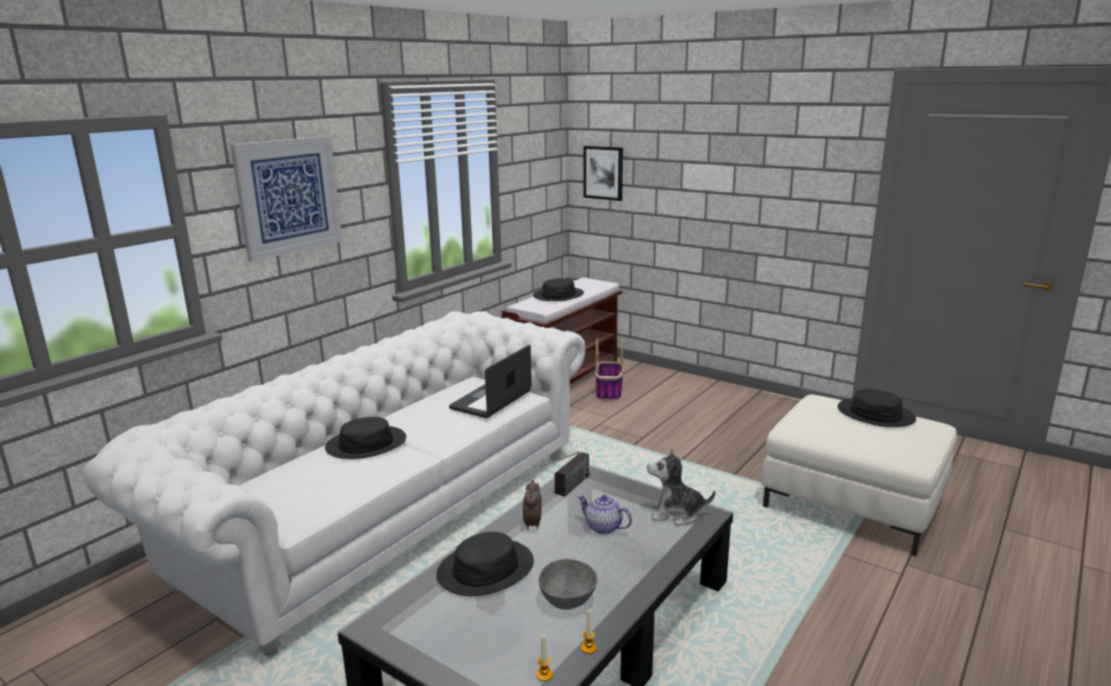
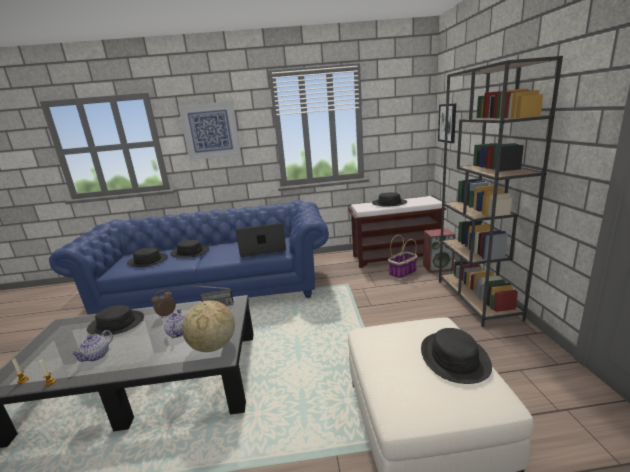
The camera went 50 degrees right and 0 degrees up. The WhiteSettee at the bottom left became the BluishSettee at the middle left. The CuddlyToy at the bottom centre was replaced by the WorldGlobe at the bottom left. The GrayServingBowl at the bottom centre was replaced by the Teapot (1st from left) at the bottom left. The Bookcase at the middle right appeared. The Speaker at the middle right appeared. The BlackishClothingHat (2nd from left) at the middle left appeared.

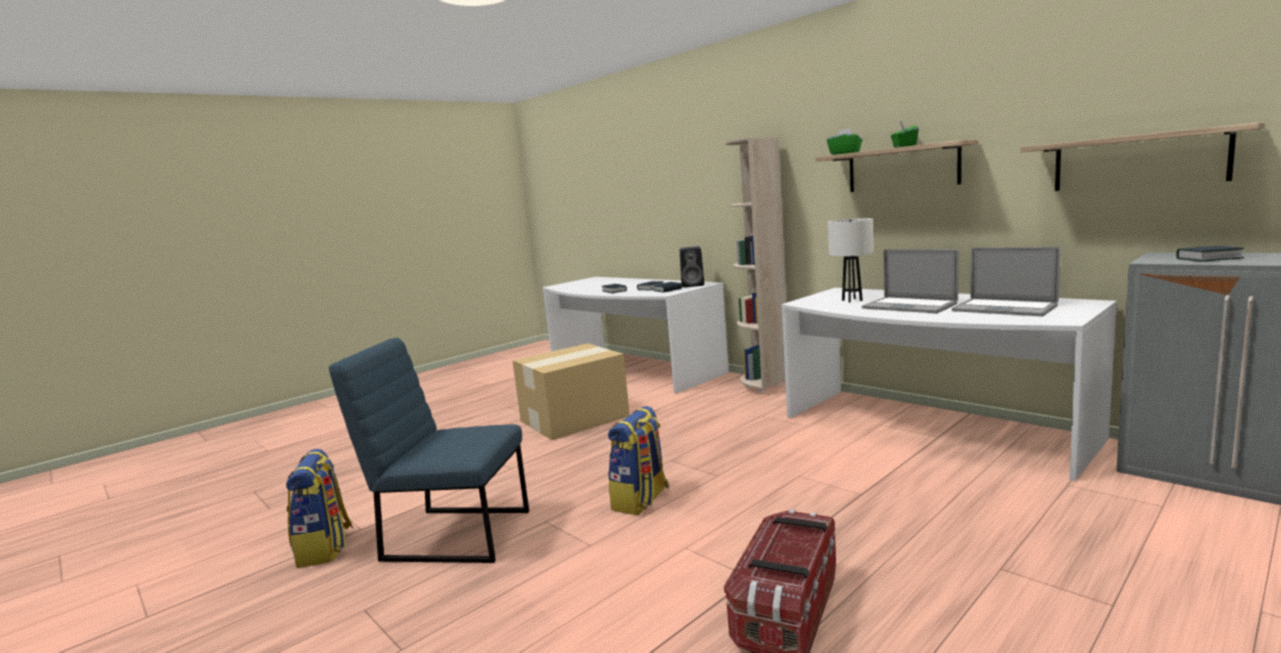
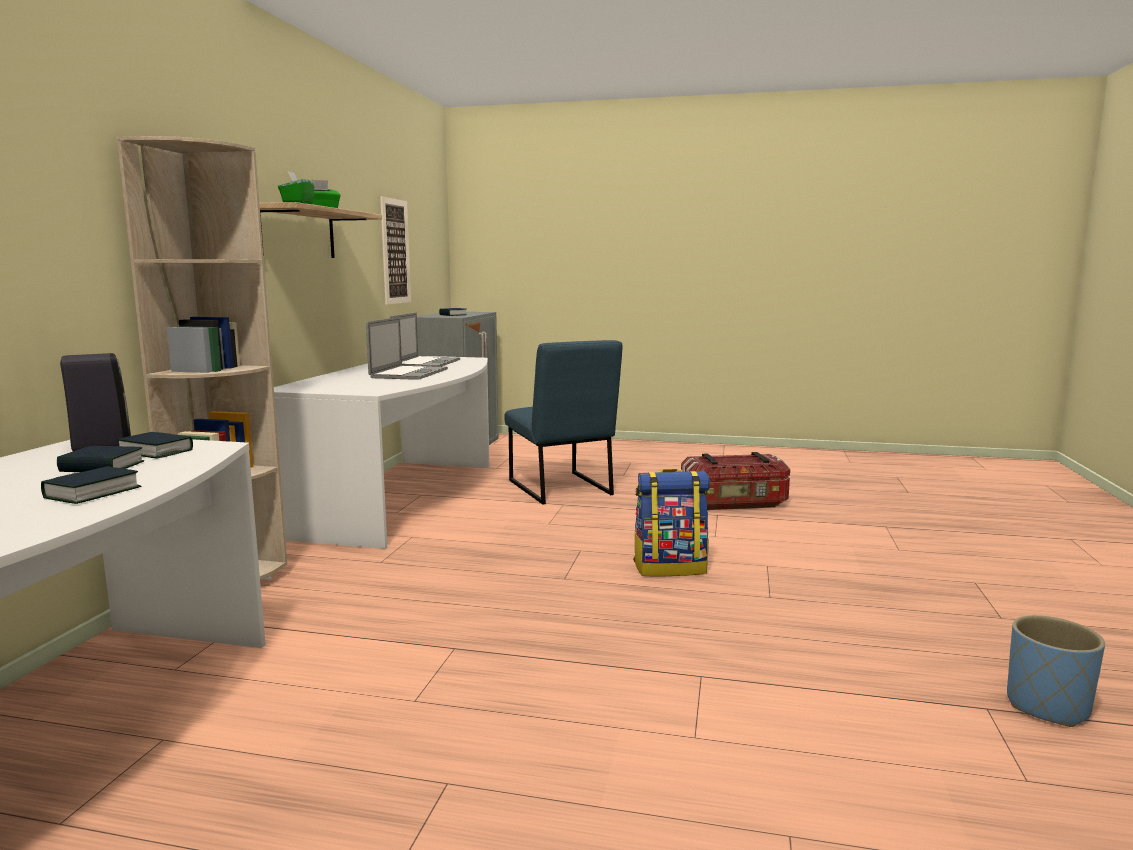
The camera went 125 degrees left and 0 degrees up. The WallShelf (2nd from left) at the top right was replaced by the WallPicture at the top centre. The WhiteLampForATable at the centre disappeared. The BluishPlainChair moved from the bottom centre to the centre. The CardboardBox at the centre disappeared. The Backpack (1st from left) at the bottom left was replaced by the BluishFlowerPot at the bottom right.

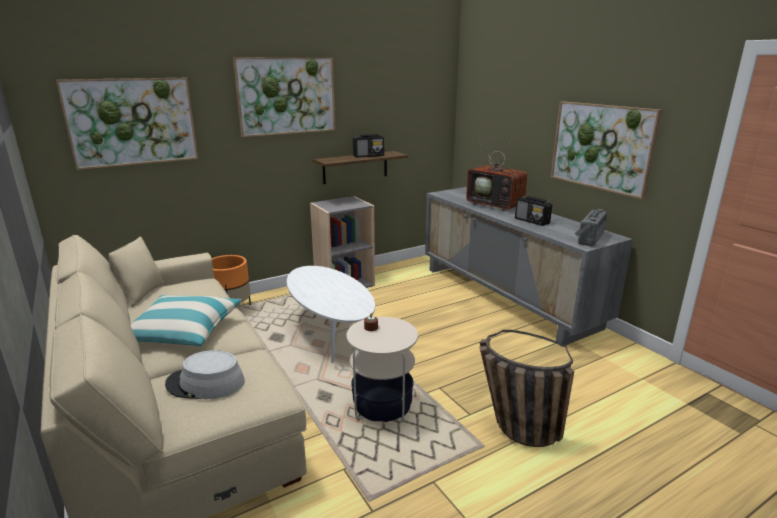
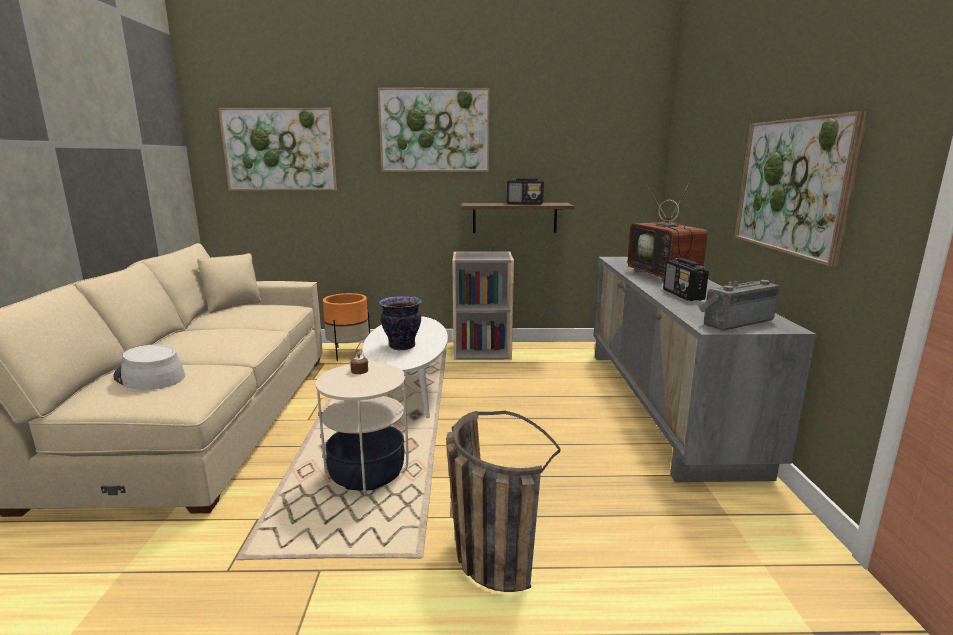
The camera went 30 degrees right and 5 degrees down. The Cushion at the middle left disappeared. The Vase at the centre appeared.

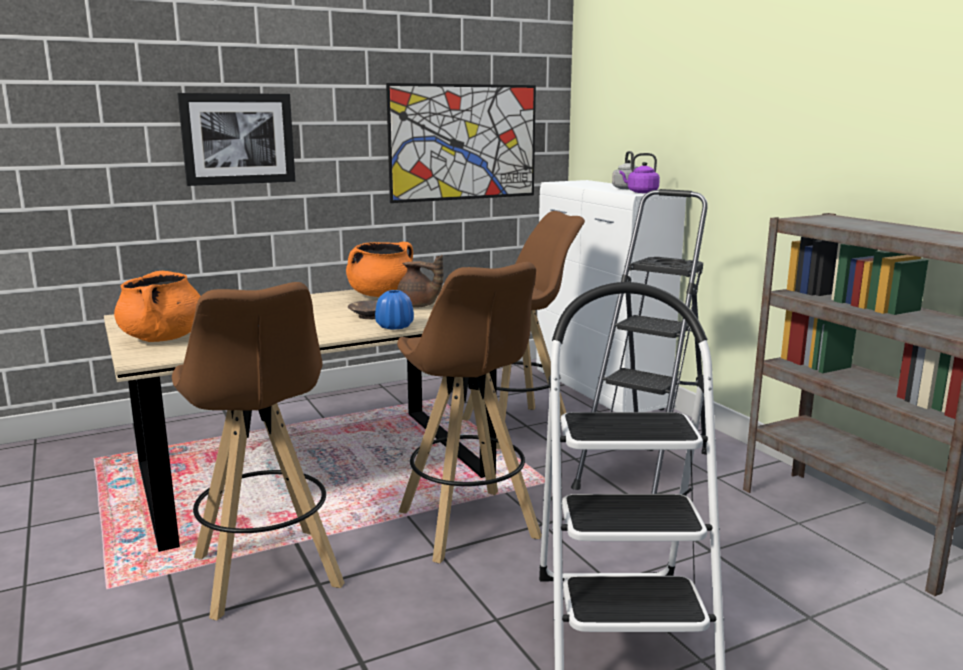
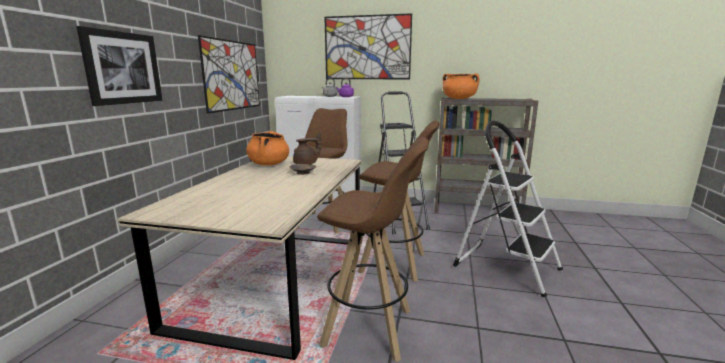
The camera went 50 degrees left and 0 degrees up. The OrangeColouredStockpot (1st from left in the first image) moved from the middle left to the top centre. The BluishVase at the centre disappeared. The WallPicture (3rd from left) at the top centre appeared.

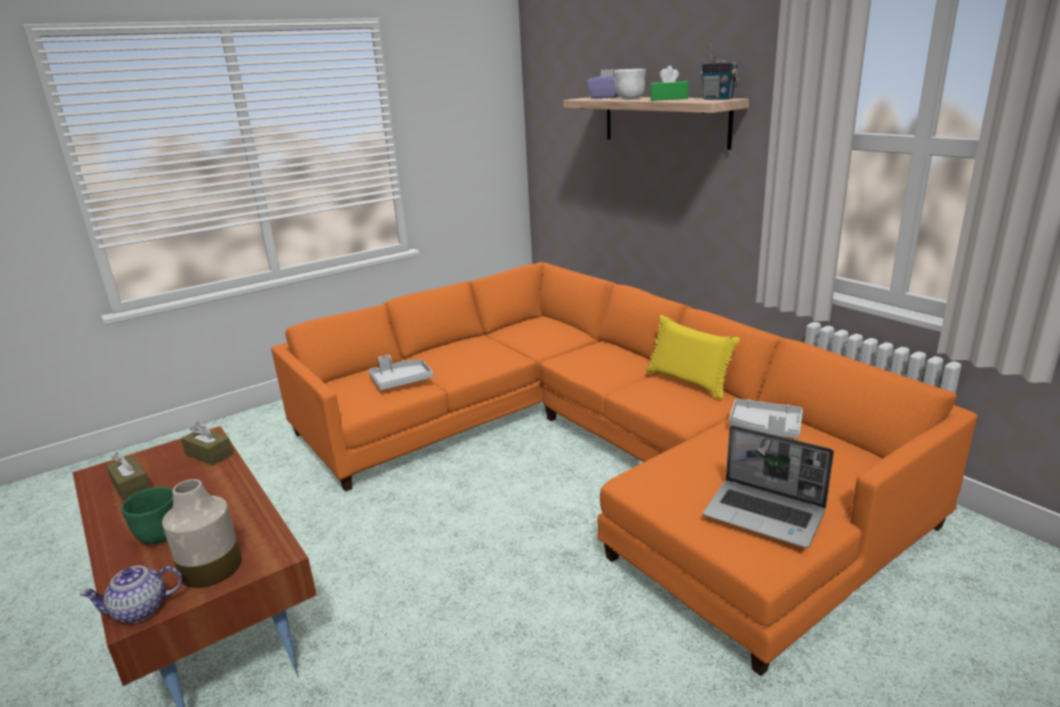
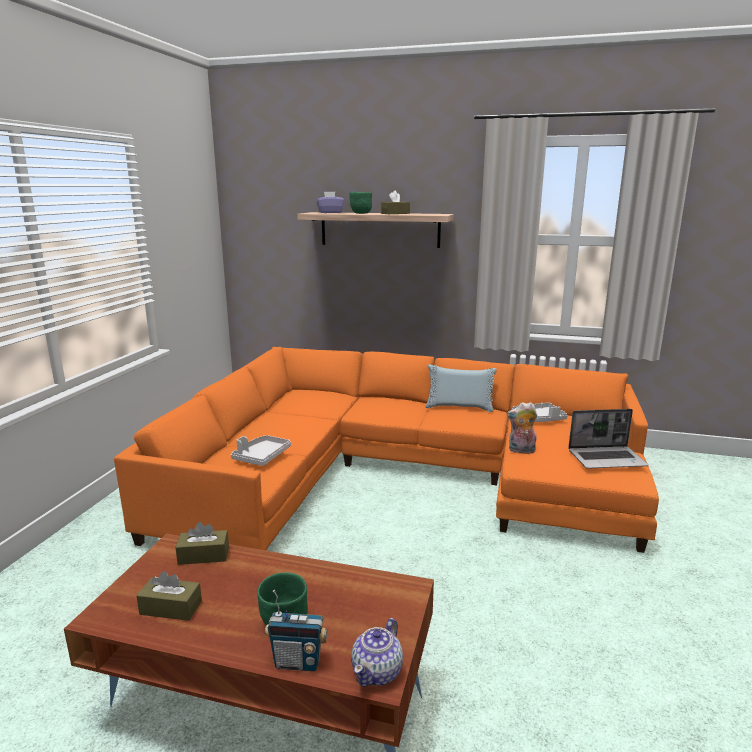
The camera went 40 degrees left and 5 degrees down. The Radio moved from the top right to the bottom centre. The GreenColouredBoxOfTissues at the top centre became the BrownishBoxOfTissues (3rd from left) at the top centre. The WhiteServingBowl at the top centre became the GreenColouredServingBowl (2nd from left) at the top centre. The YellowColouredCushion at the centre became the BluishCushion at the centre. The BeigeColouredVase at the bottom left disappeared. The CuddlyToy at the middle right appeared.

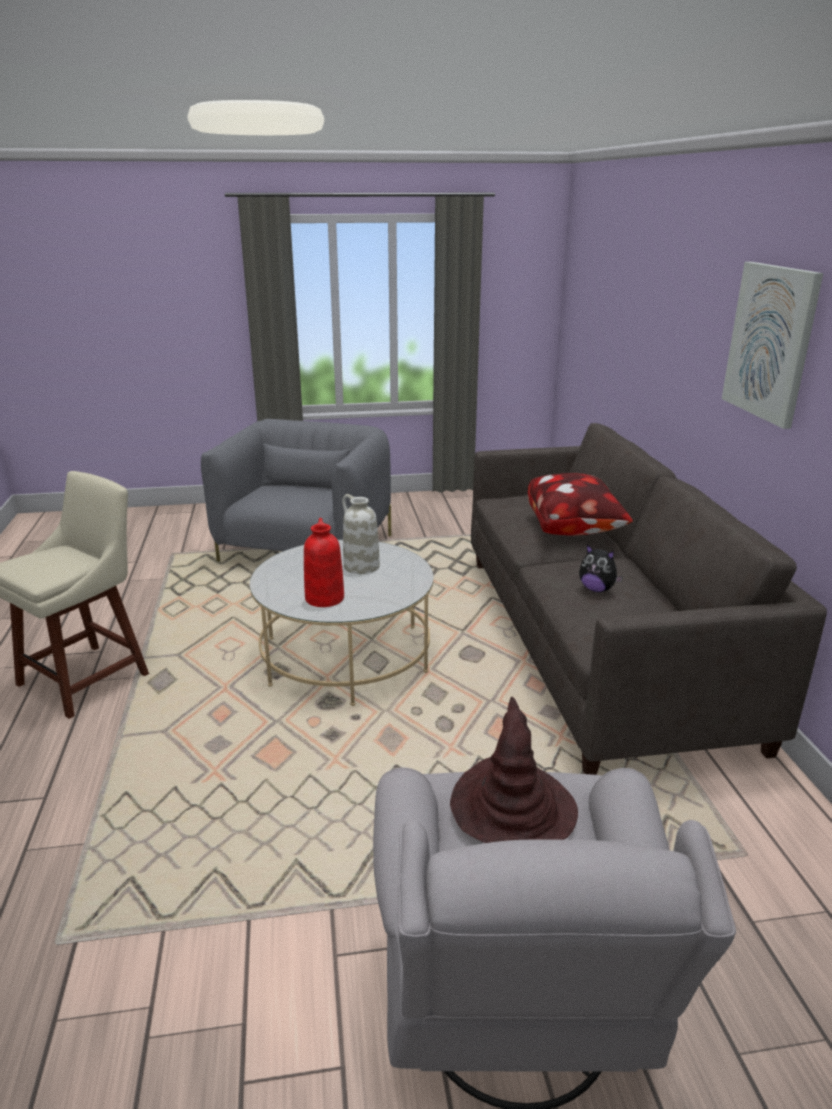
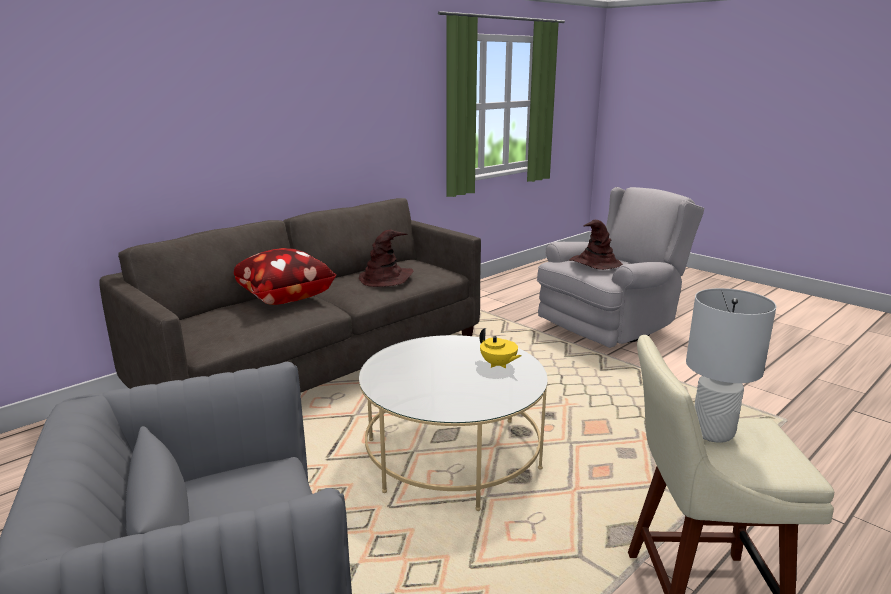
The camera went 125 degrees left and 5 degrees down. The WallPicture at the top right disappeared. The WhiteVase at the centre disappeared. The ReddishVase at the centre was replaced by the YellowColouredTeapot at the centre. The CuddlyToy at the middle right was replaced by the BrownishClothingHat (1st from left) at the centre. The GrayLampForATable at the middle right appeared.

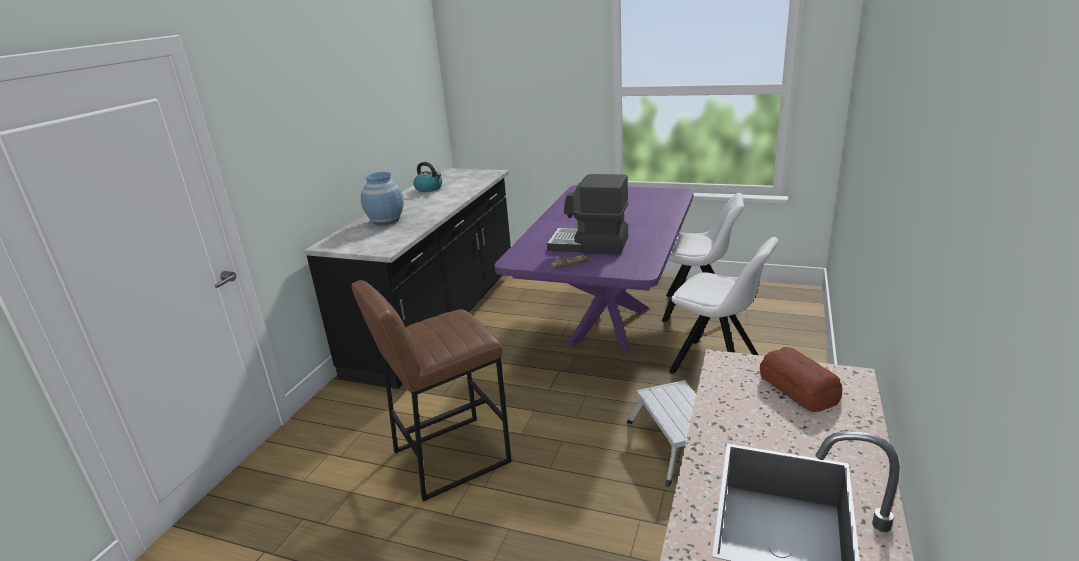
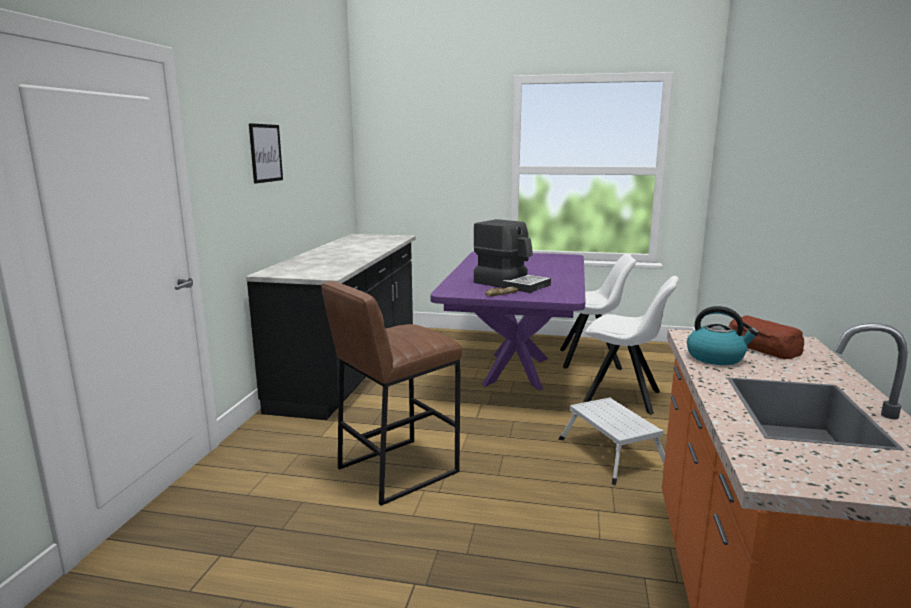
The camera went 10 degrees left and 10 degrees down. The Kettle moved from the top centre to the middle right. The BluishVase at the centre disappeared. The CoffeeMaker at the centre turned 150 degrees counterclockwise. The WallPicture at the top left appeared.

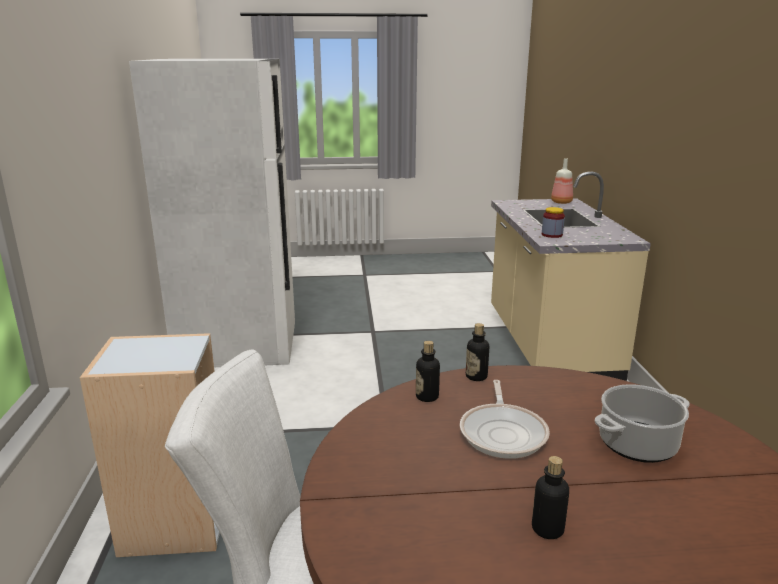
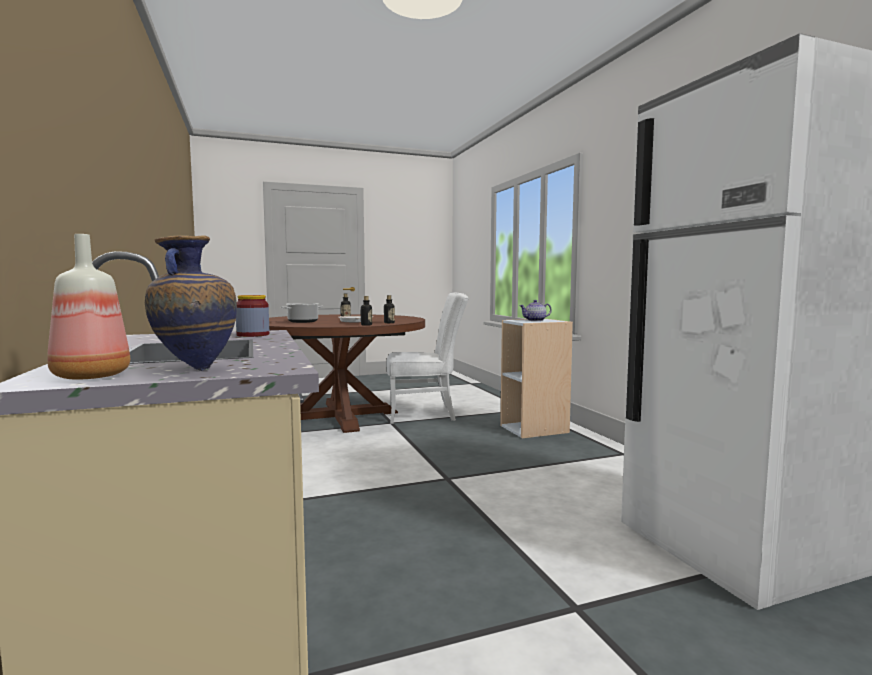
The camera went 165 degrees right and 15 degrees down. The Vase at the middle left appeared. The Teapot at the centre appeared.

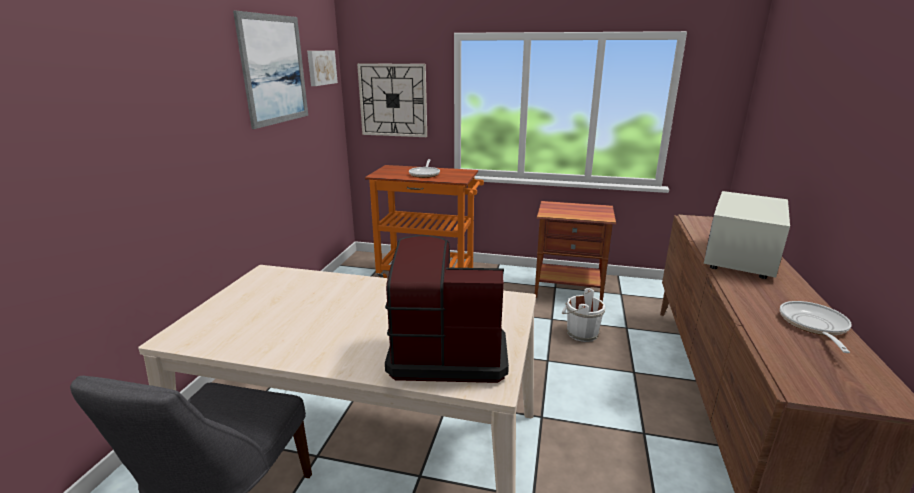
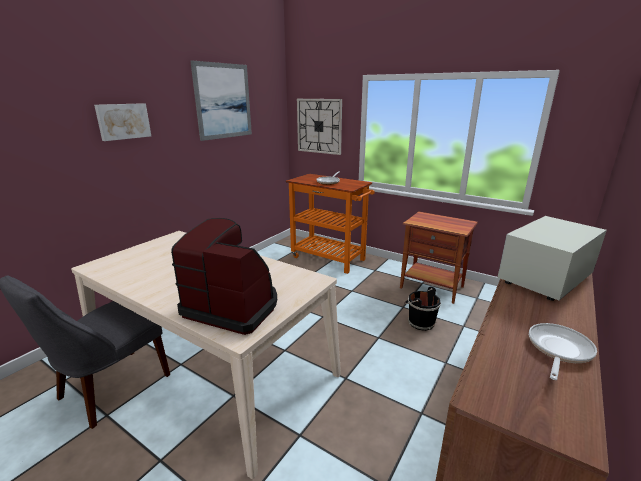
The camera went 20 degrees right and 0 degrees up. The WallPicture (2nd from left in the first image) moved from the top centre to the top left. The WhiteWaterBucket at the centre became the BlackishWaterBucket at the centre.

